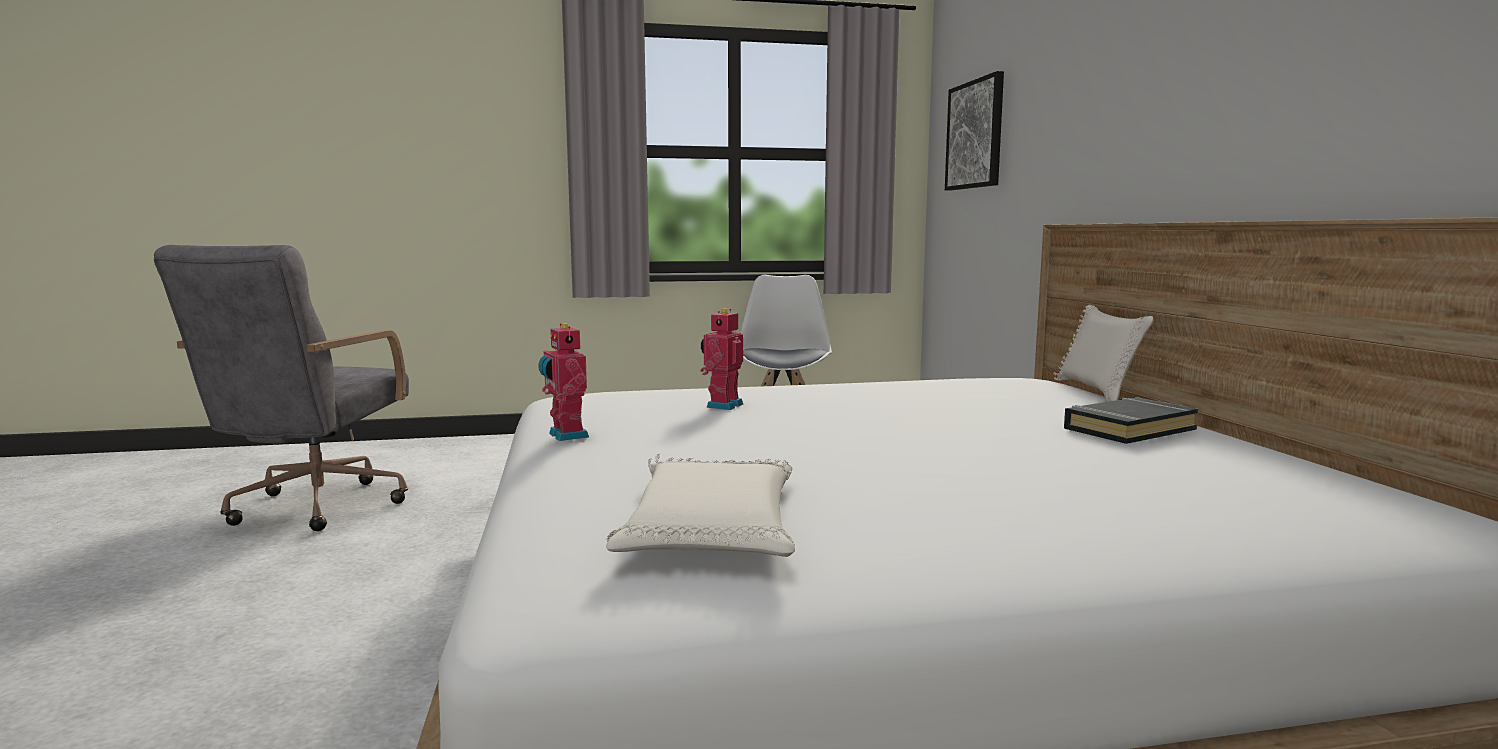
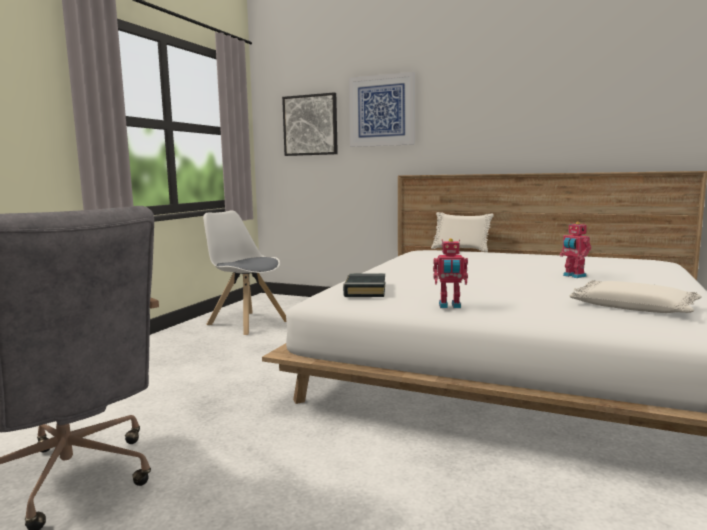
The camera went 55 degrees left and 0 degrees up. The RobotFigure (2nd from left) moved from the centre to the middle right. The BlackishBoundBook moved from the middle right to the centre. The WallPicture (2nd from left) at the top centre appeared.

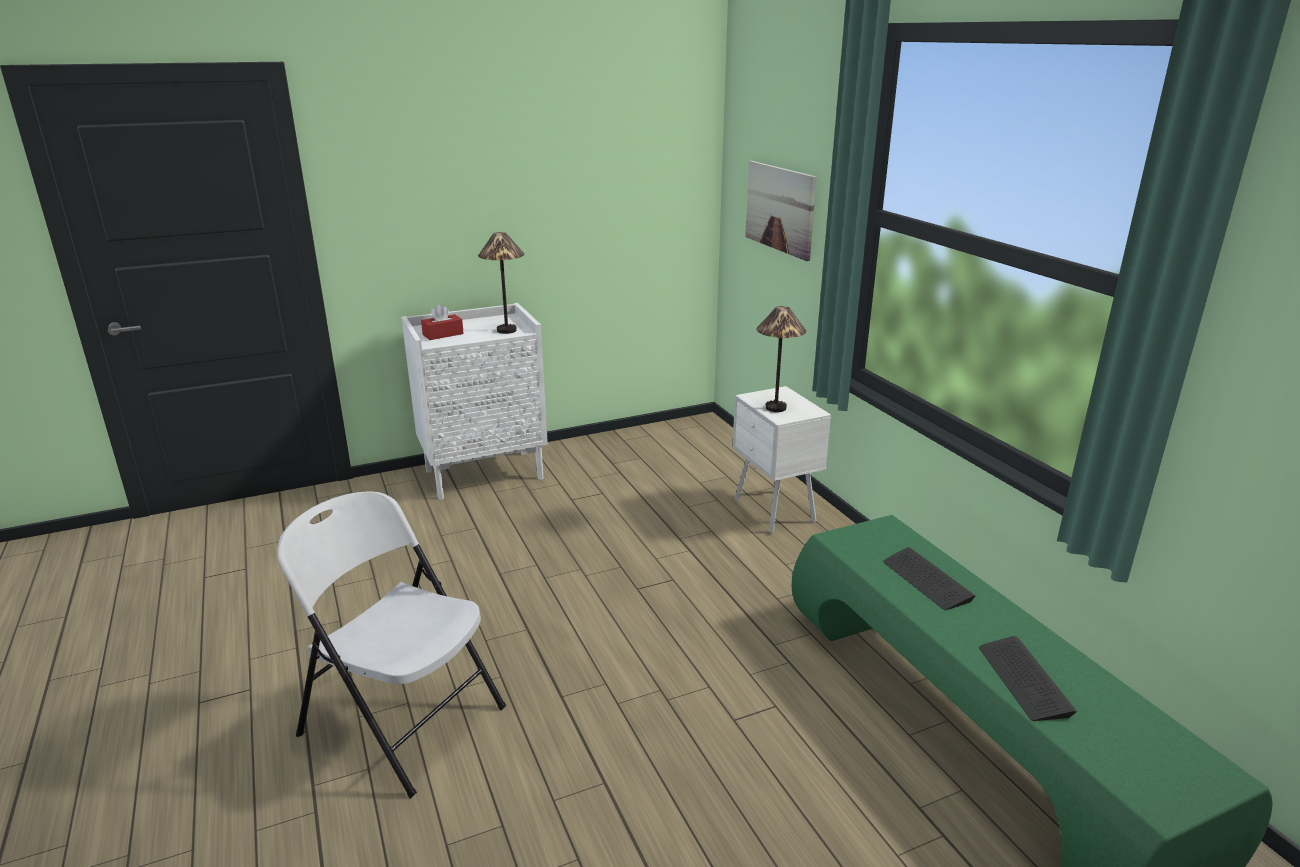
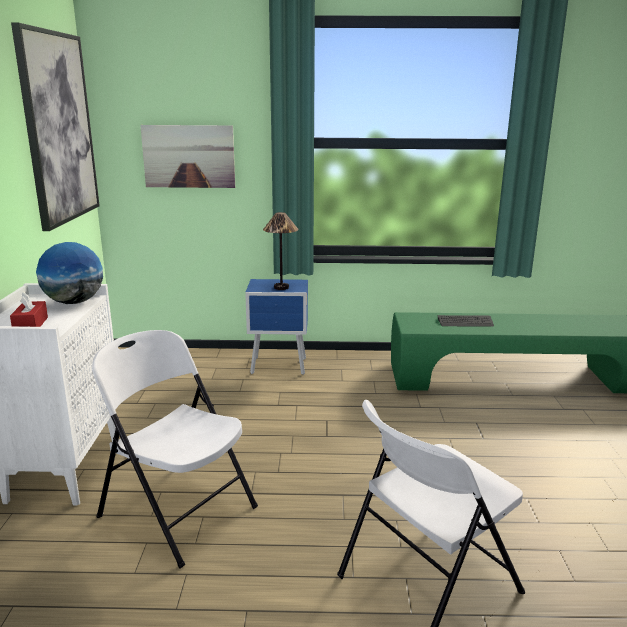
The camera went 65 degrees left and 5 degrees down. The LampForATable (1st from left) at the top centre was replaced by the WorldGlobe at the middle left. The WhiteNightstand at the centre became the BluishNightstand at the centre. The Keyboard (2nd from left) at the bottom right disappeared. The WallPicture (1st from left) at the top left appeared. The WhitePlainChair (1st from left) at the bottom left appeared.

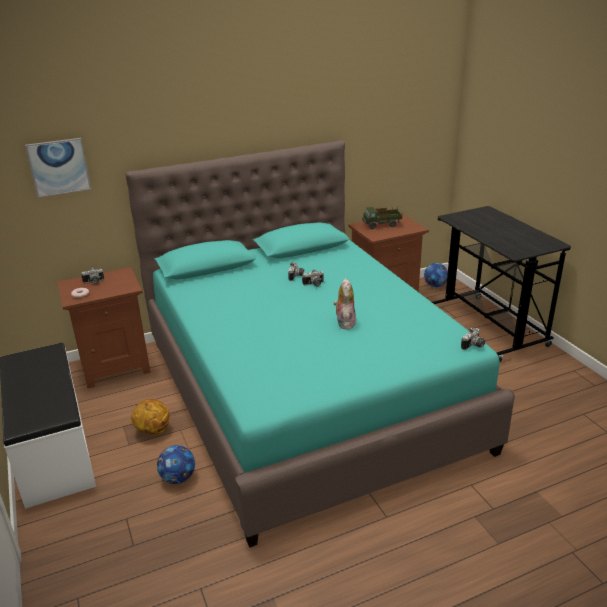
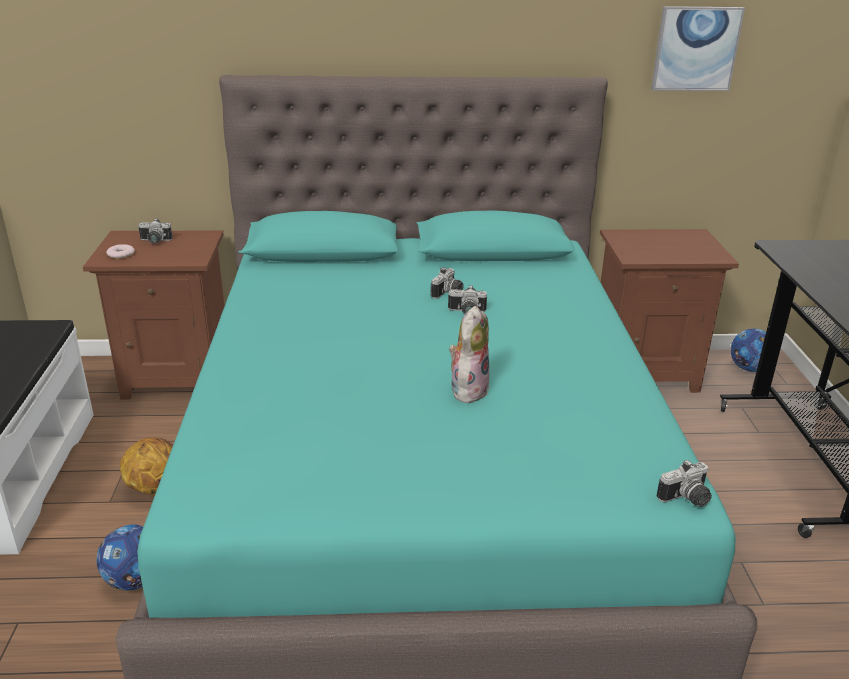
The camera went 20 degrees right and 0 degrees up. The WallPicture moved from the top left to the top right. The ToyTruck at the centre disappeared.

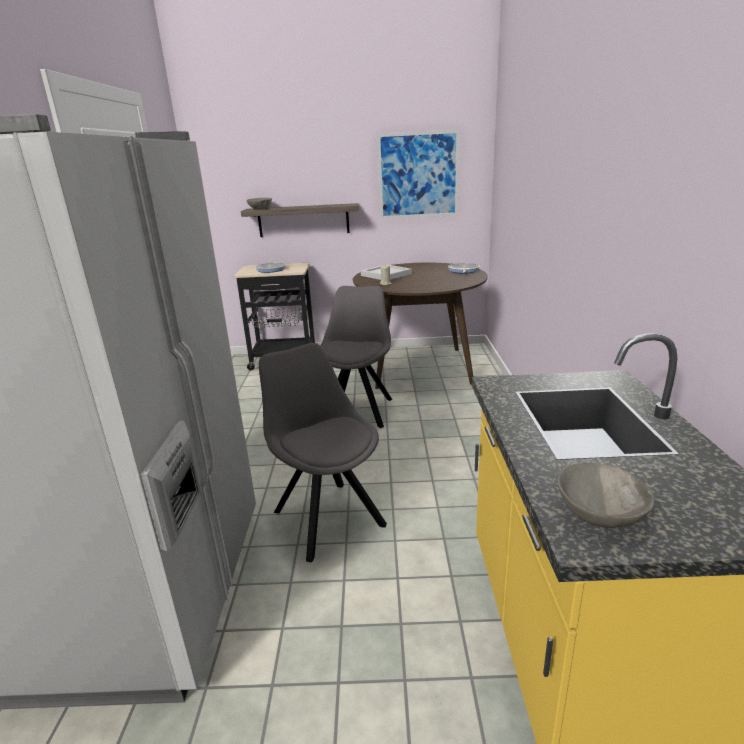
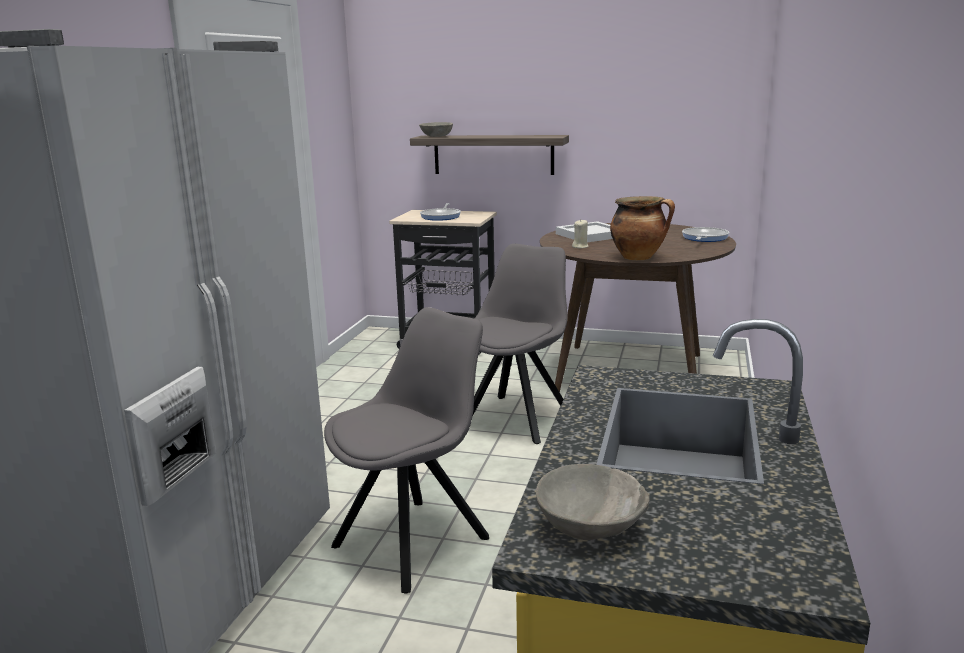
The camera went 15 degrees right and 5 degrees down. The WallPicture at the top centre disappeared. The GrayPlainChair (1st from left) at the centre turned 60 degrees clockwise. The Stockpot at the centre appeared.

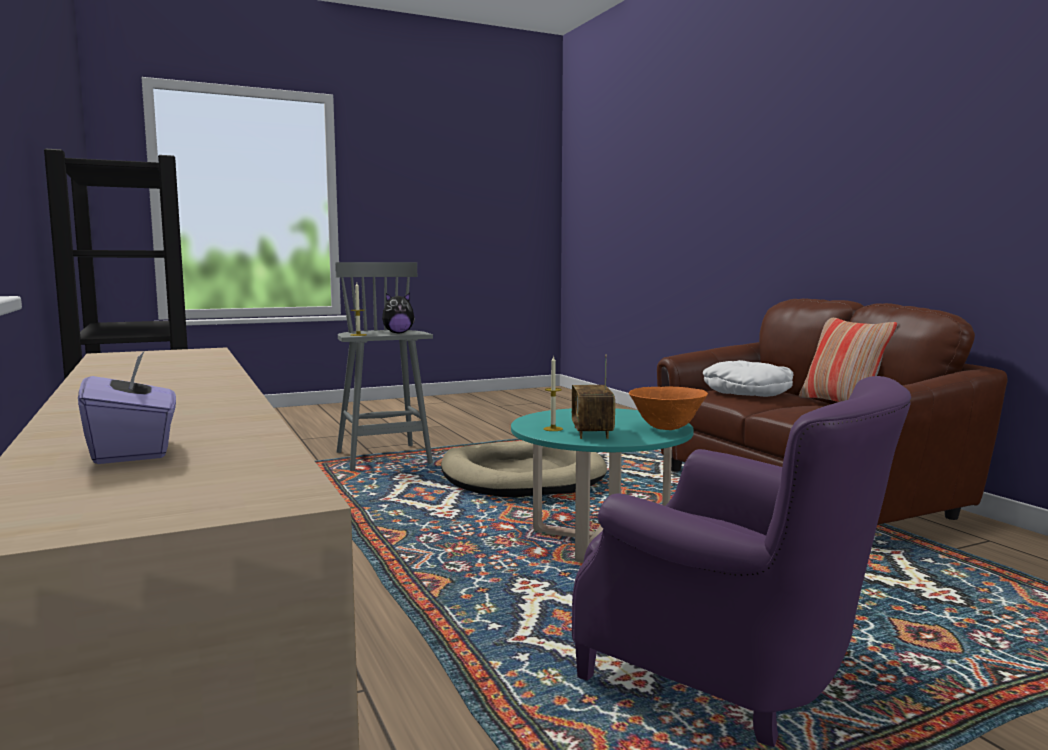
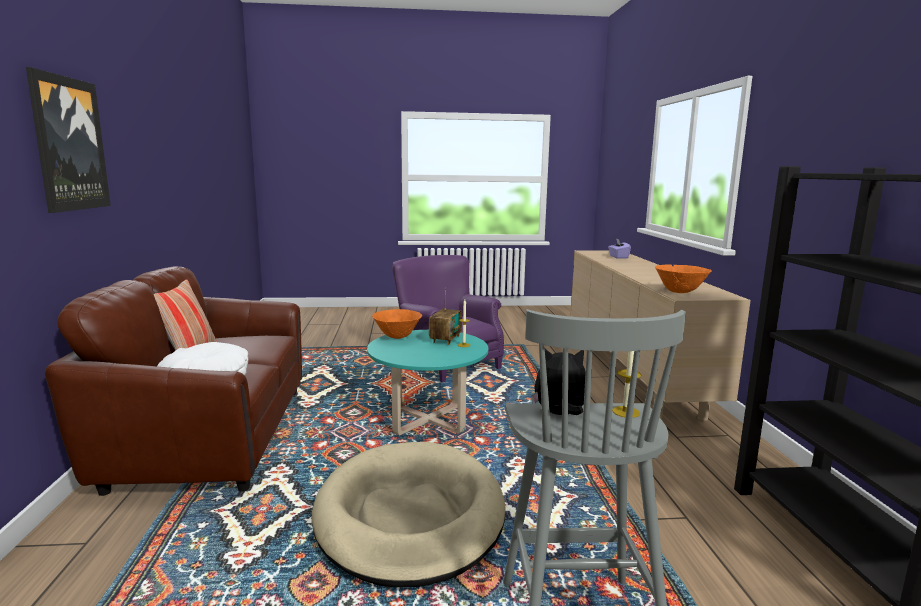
The camera went 160 degrees left and 5 degrees up. The WallPicture at the top left appeared. The OrangeColouredServingBowl (2nd from left) at the middle right appeared.

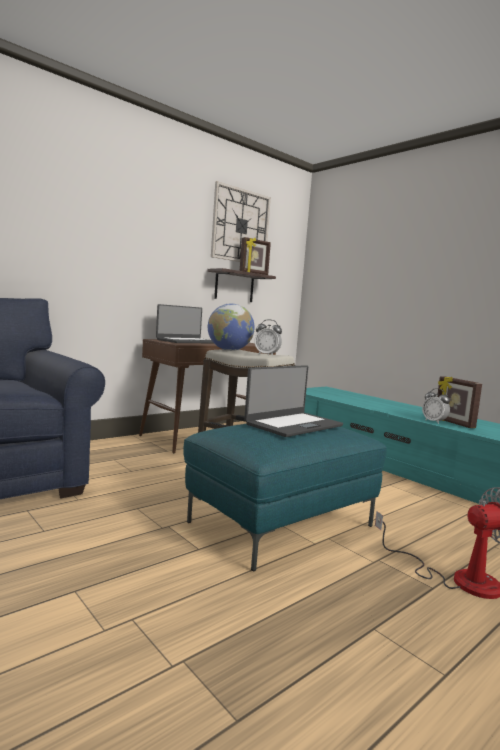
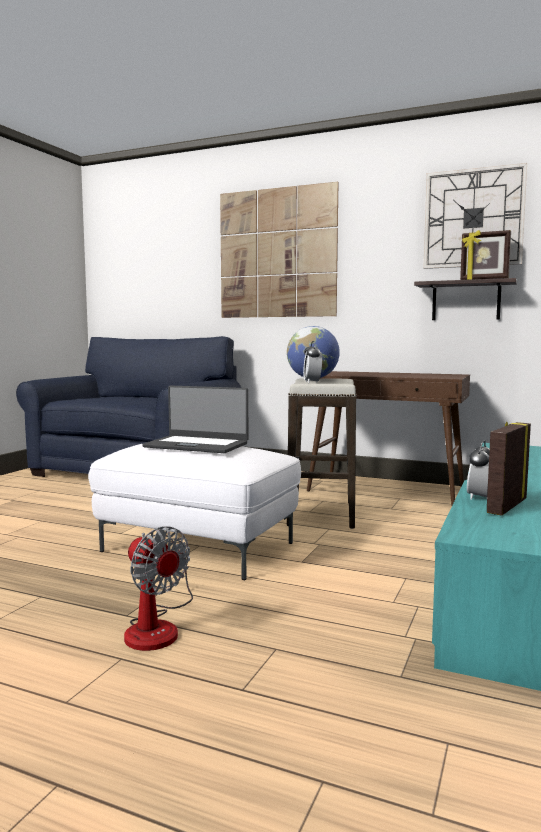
The camera went 65 degrees right and 0 degrees up. The NotebookComputer (1st from left) at the centre disappeared. The TurquoiseColouredFootrest at the centre became the WhiteFootrest at the centre. The WallPicture at the top centre appeared.

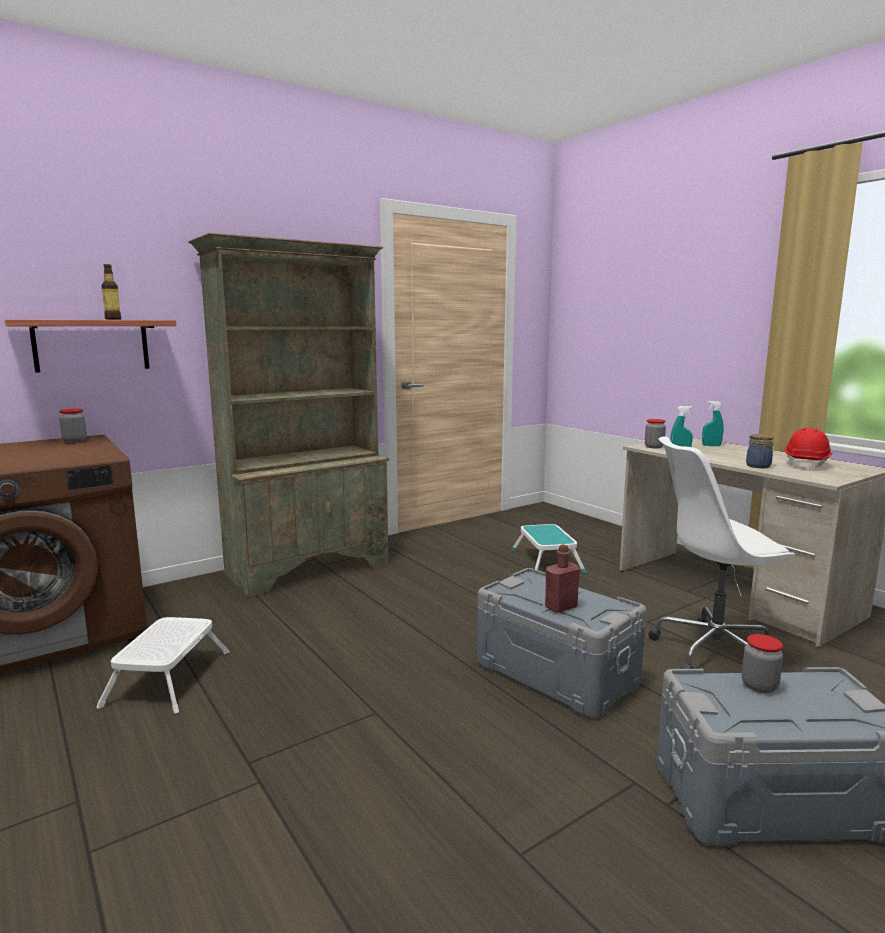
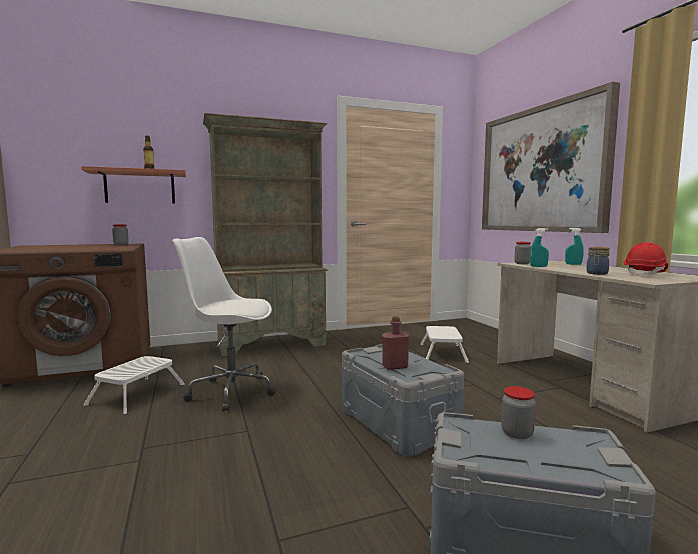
The camera went 15 degrees right and 5 degrees down. The WhiteComputerChair moved from the middle right to the middle left. The TurquoiseColouredStepladder at the centre became the WhiteStepladder (2nd from left) at the centre. The WallPicture at the top right appeared.

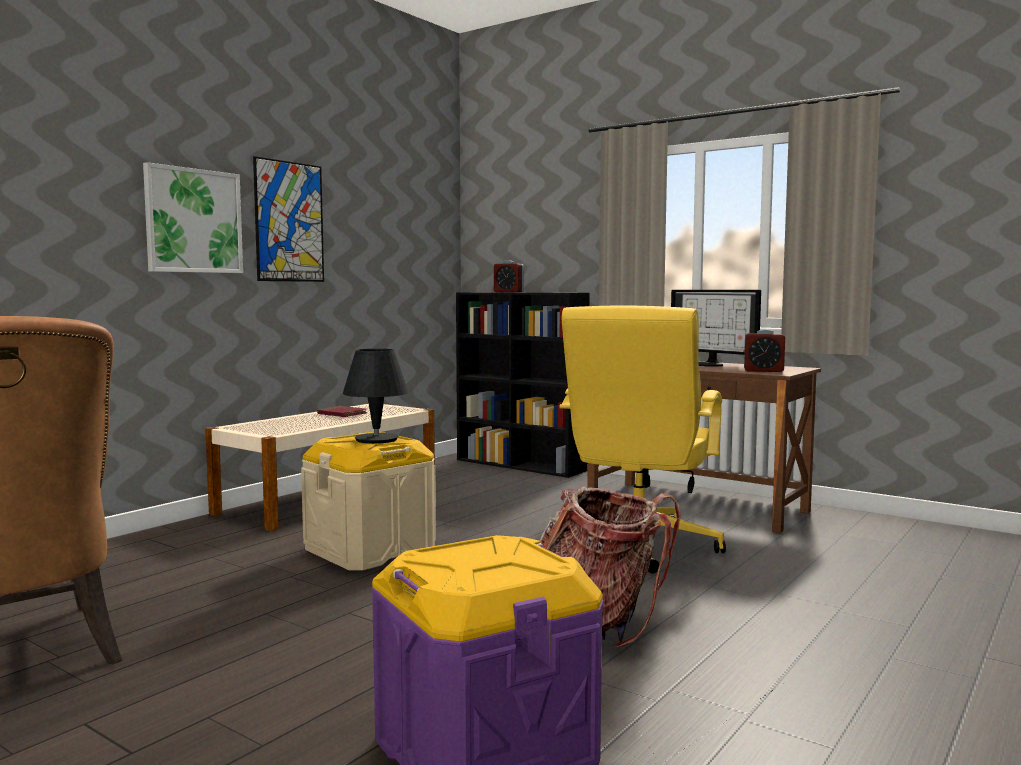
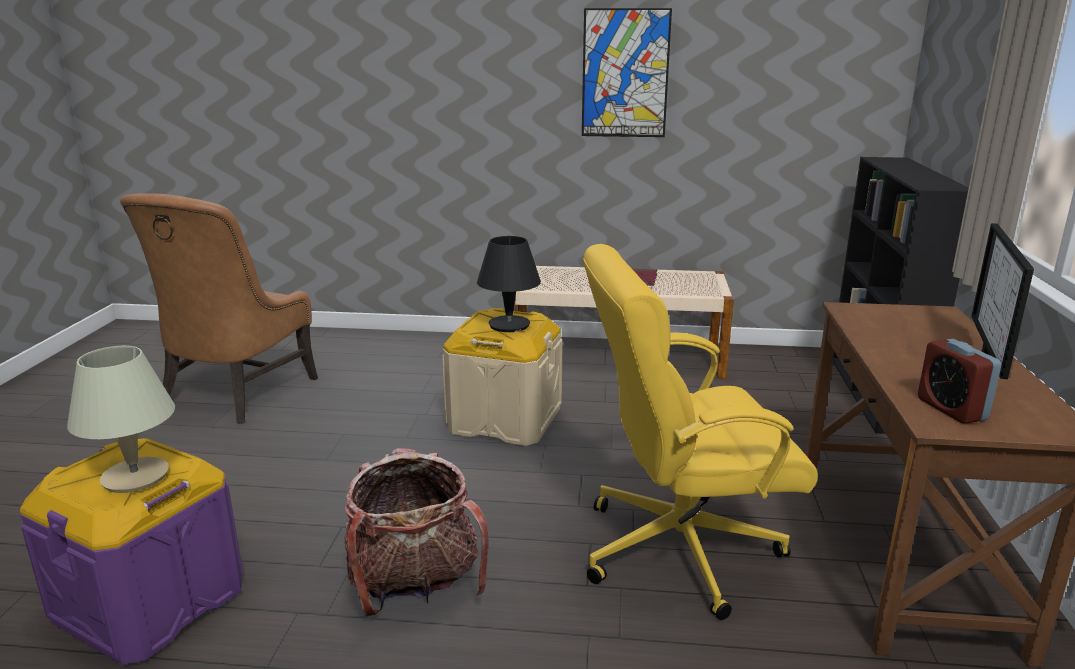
The camera went 60 degrees right and 15 degrees up. The WallPicture (1st from left) at the top left disappeared. The AlarmClock (1st from left) at the centre disappeared. The BeigeColouredLampForATable at the middle left appeared.

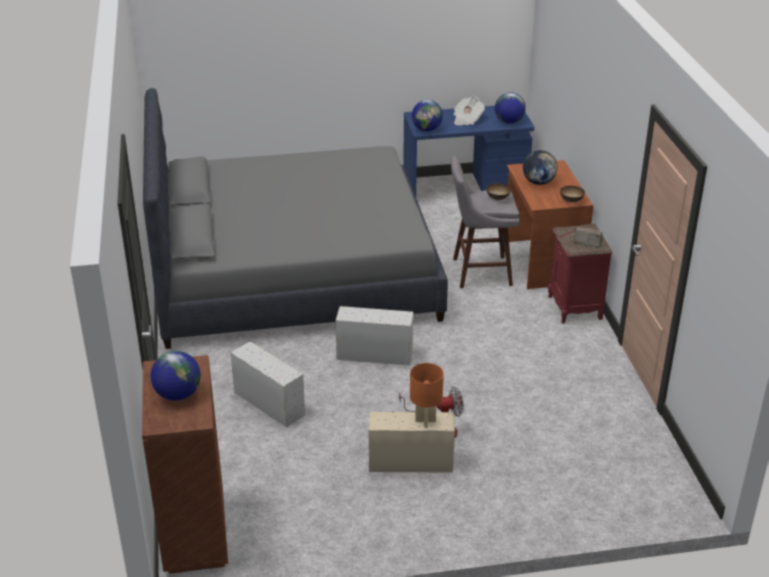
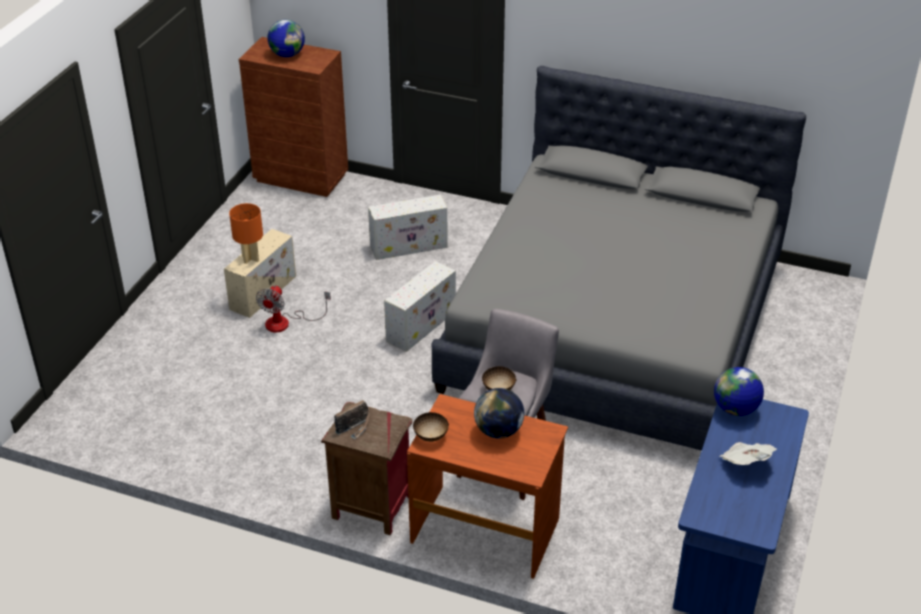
The camera went 120 degrees right and 5 degrees up. The WorldGlobe (3rd from left) at the top centre disappeared.

